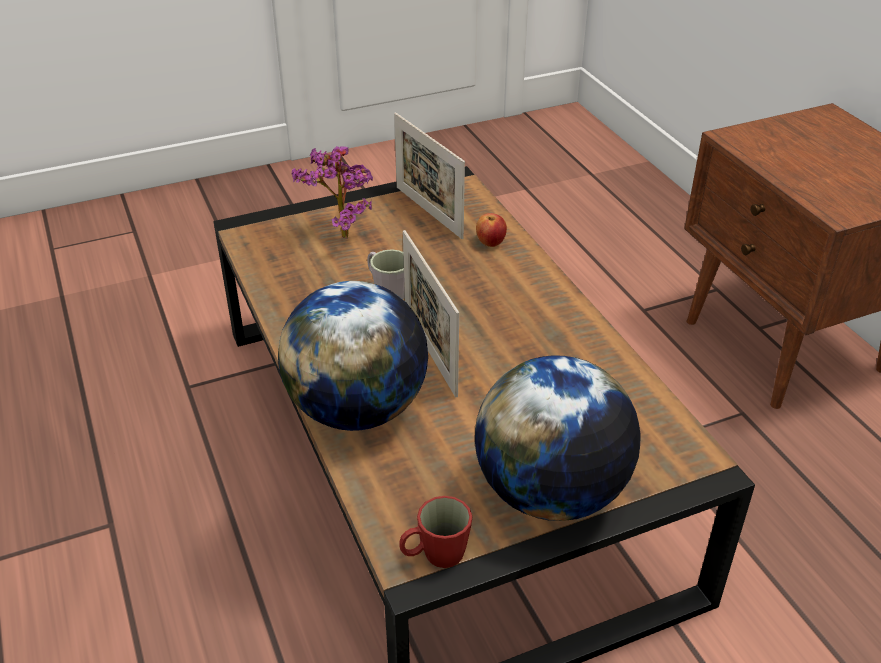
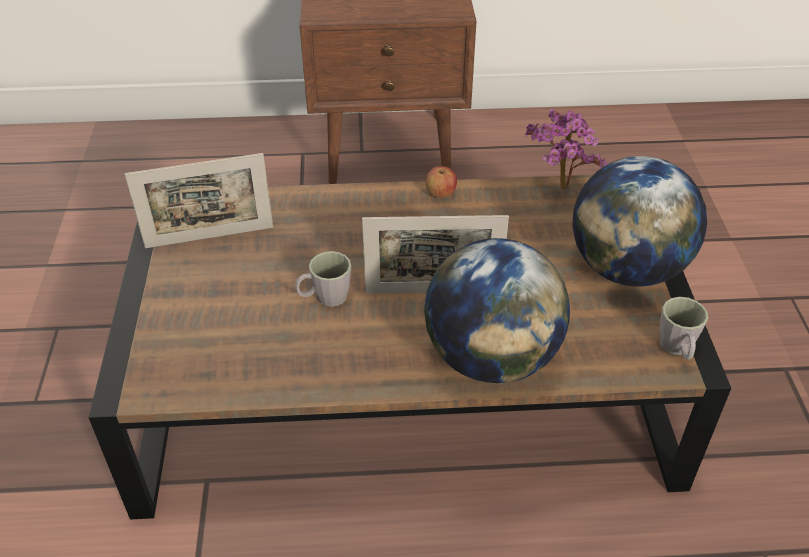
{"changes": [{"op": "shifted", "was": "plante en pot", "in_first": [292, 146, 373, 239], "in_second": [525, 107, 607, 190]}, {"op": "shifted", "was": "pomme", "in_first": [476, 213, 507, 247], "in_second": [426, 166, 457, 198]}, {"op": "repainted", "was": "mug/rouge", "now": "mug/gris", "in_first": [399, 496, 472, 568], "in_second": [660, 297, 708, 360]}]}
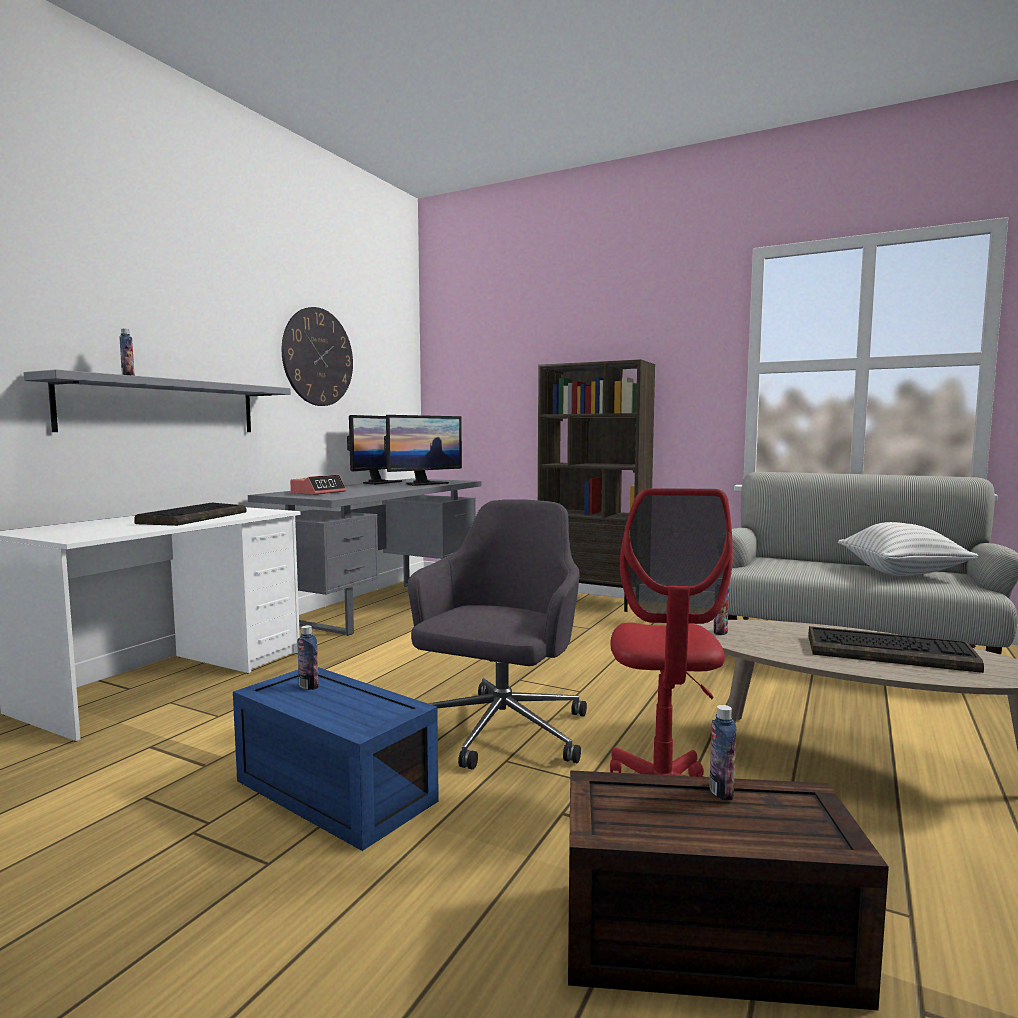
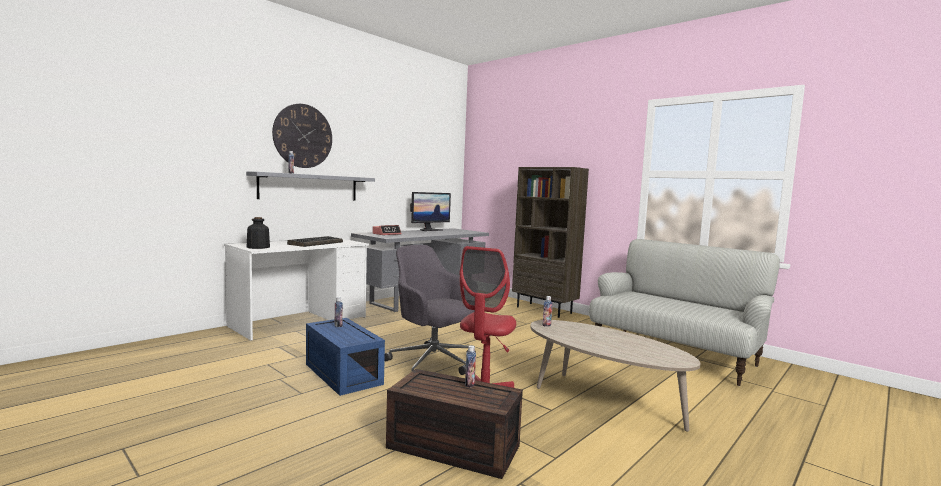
{"changes": [{"op": "shifted", "was": "horloge murale", "in_first": [282, 307, 353, 406], "in_second": [272, 104, 332, 168]}, {"op": "gone", "was": "écran d'ordinateur", "in_first": [384, 415, 462, 486]}, {"op": "rotated", "was": "chaise de bureau/gris", "in_first": [408, 499, 587, 770], "in_second": [384, 245, 476, 375], "clockwise": -90}, {"op": "gone", "was": "coussin/blanc", "in_first": [838, 522, 978, 576]}, {"op": "gone", "was": "clavier", "in_first": [808, 626, 984, 673]}, {"op": "new", "now": "bouteille", "in_second": [247, 217, 270, 249]}]}
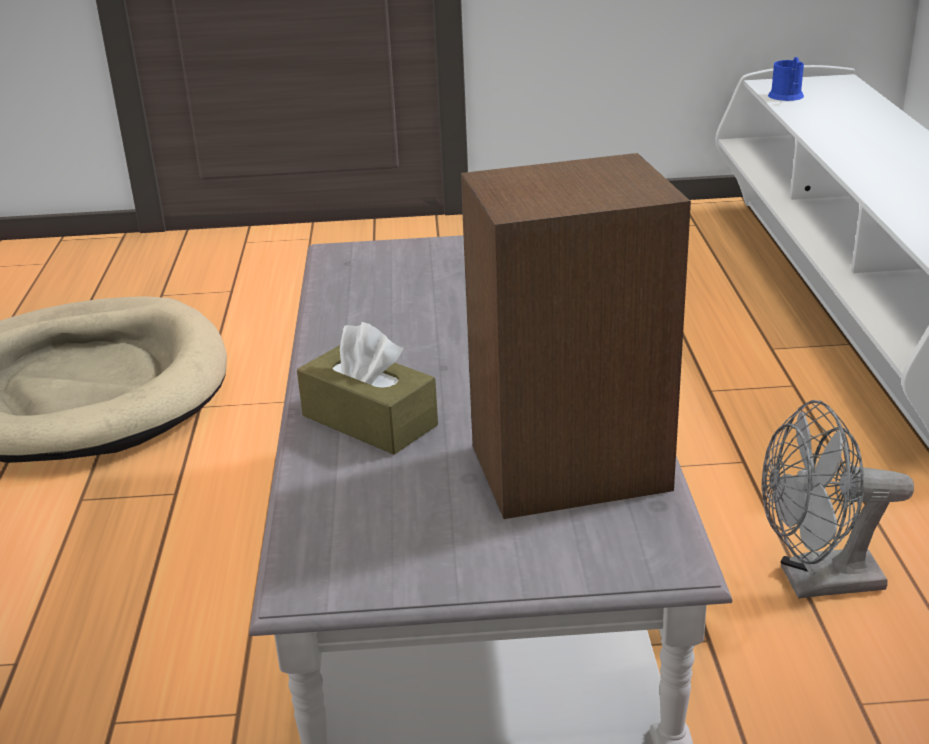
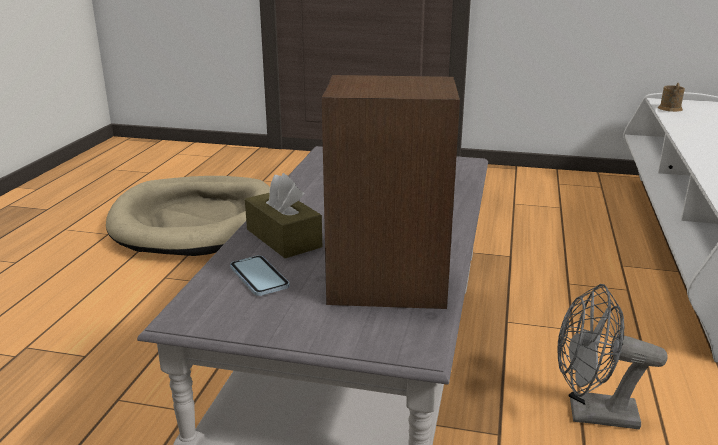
{"changes": [{"op": "repainted", "was": "mug/bleu", "now": "mug/marron", "in_first": [768, 57, 804, 101], "in_second": [658, 83, 685, 112]}, {"op": "new", "now": "téléphone", "in_second": [230, 255, 290, 296]}]}
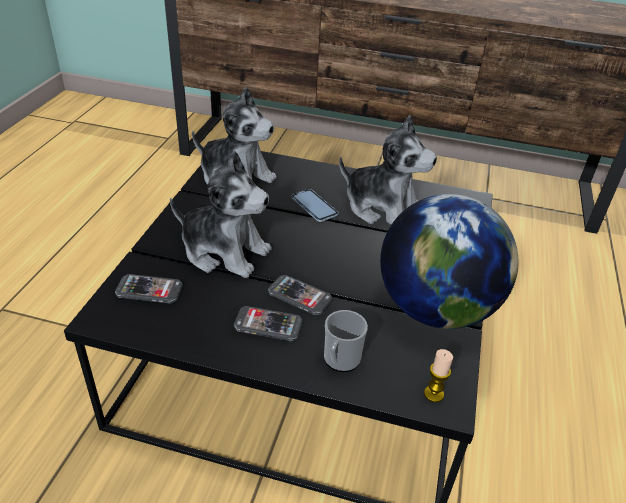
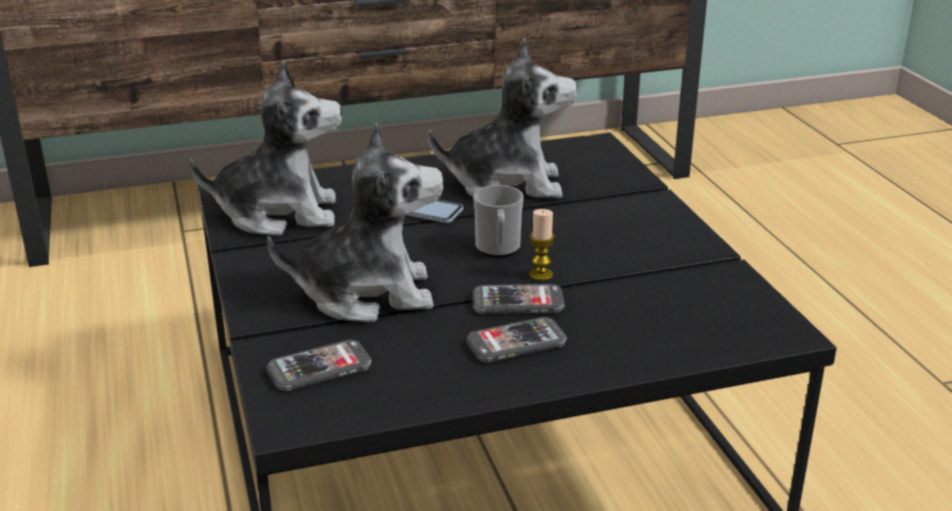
{"changes": [{"op": "gone", "was": "globe", "in_first": [380, 194, 518, 329]}, {"op": "shifted", "was": "mug", "in_first": [324, 310, 368, 372], "in_second": [473, 185, 524, 258]}, {"op": "shifted", "was": "bougie", "in_first": [424, 349, 453, 402], "in_second": [529, 209, 555, 281]}]}
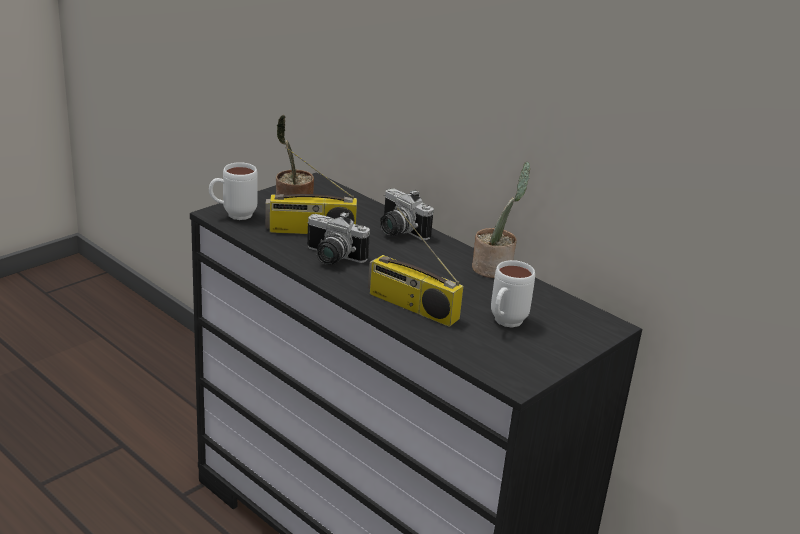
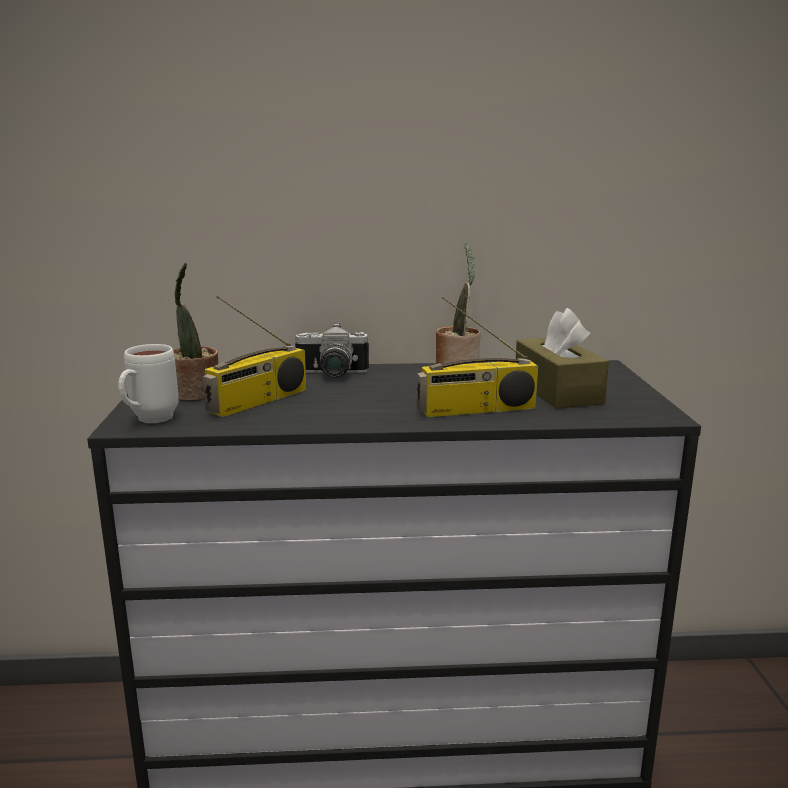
{"changes": [{"op": "gone", "was": "appareil photo", "in_first": [307, 212, 370, 265]}, {"op": "swapped", "was": "mug/blanc", "now": "boîte à mouchoirs/marron", "in_first": [491, 260, 535, 328], "in_second": [516, 308, 609, 409]}]}
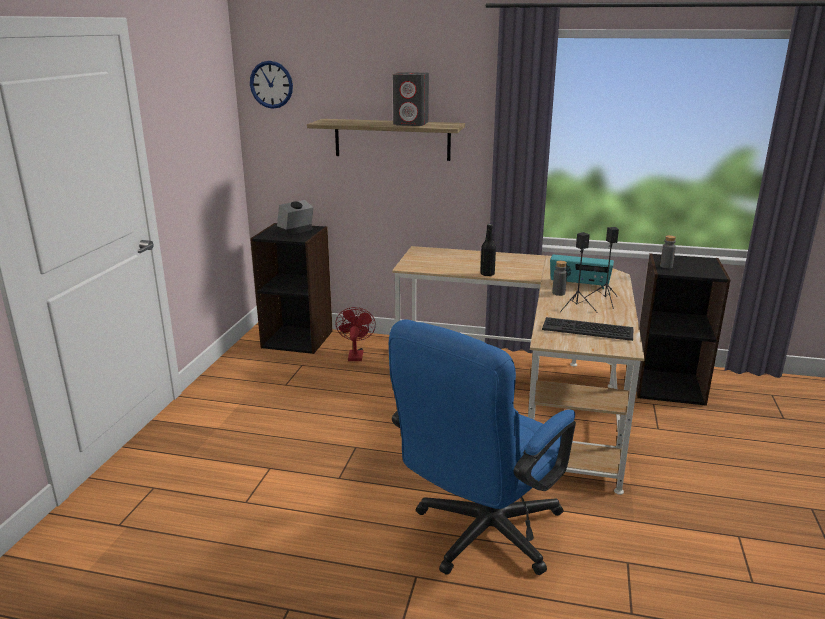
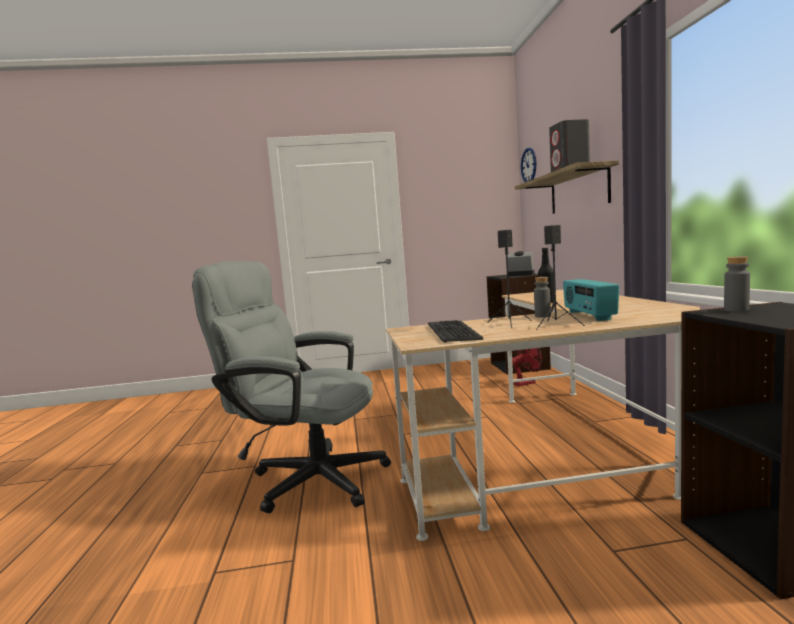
{"changes": [{"op": "repainted", "was": "chaise de bureau/bleu", "now": "chaise de bureau/gris", "in_first": [389, 319, 576, 575], "in_second": [192, 261, 391, 513]}]}
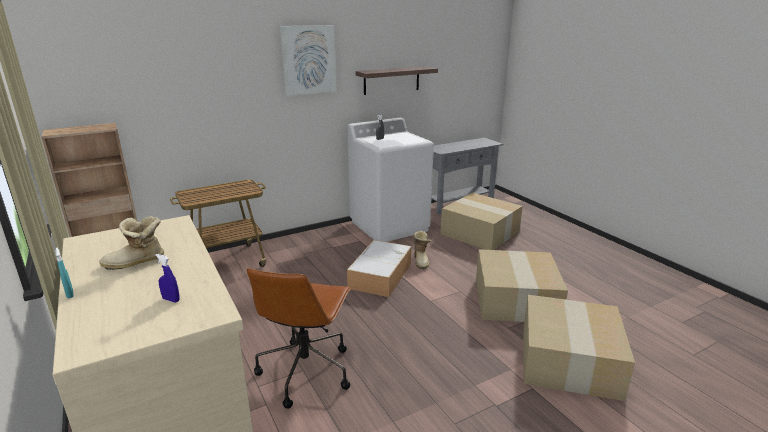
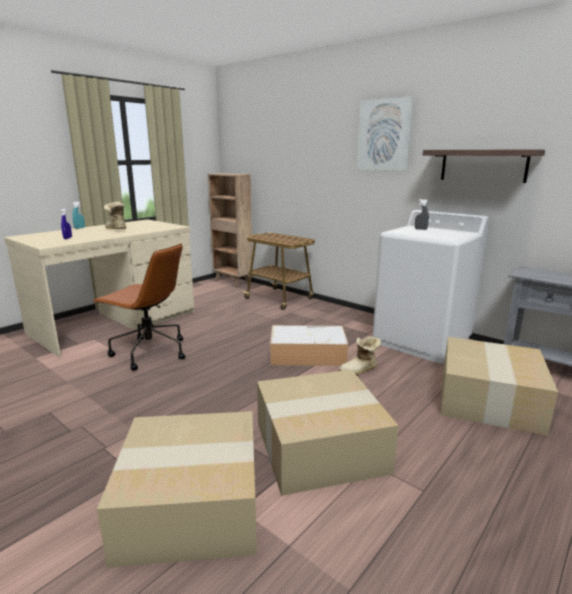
{"changes": [{"op": "rotated", "was": "chaise de bureau/marron", "in_first": [247, 268, 351, 409], "in_second": [92, 243, 185, 371], "clockwise": -150}]}
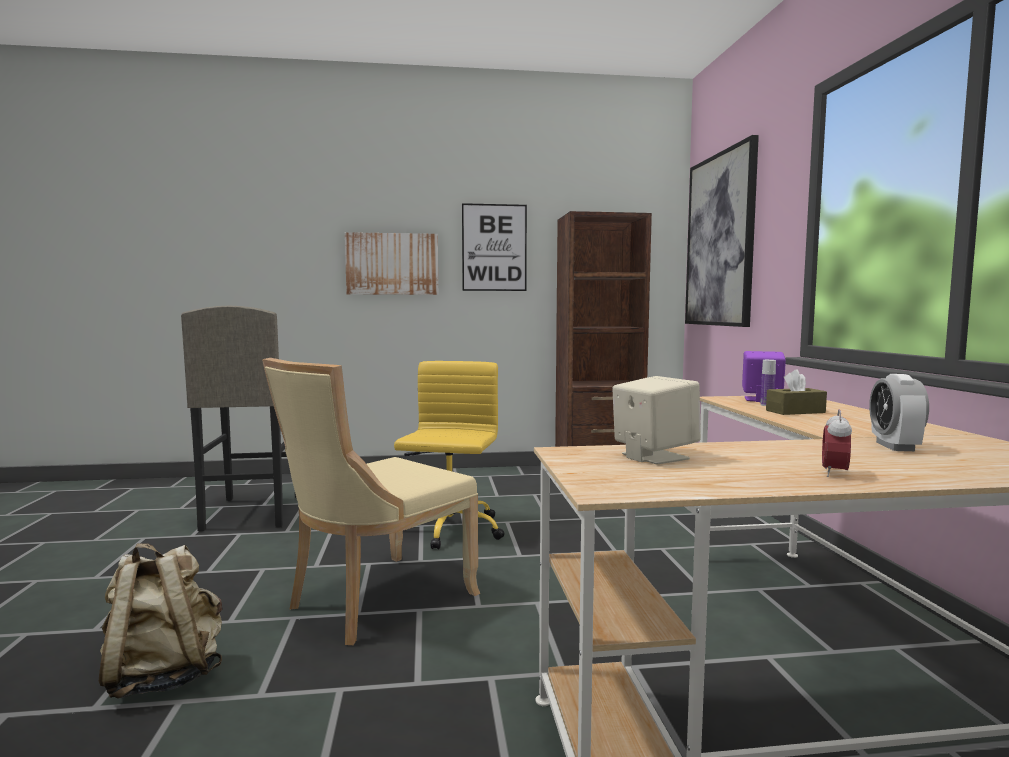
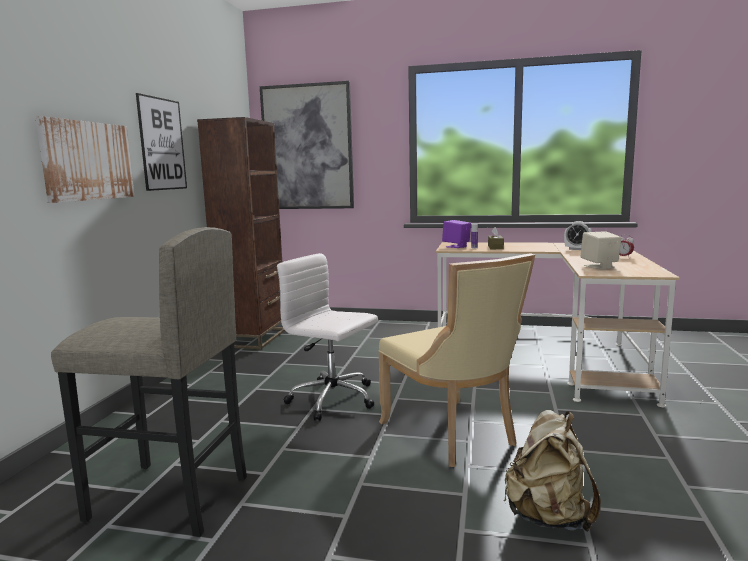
{"changes": [{"op": "repainted", "was": "chaise de bureau/jaune", "now": "chaise de bureau/blanc", "in_first": [394, 361, 504, 550], "in_second": [277, 253, 378, 421]}]}
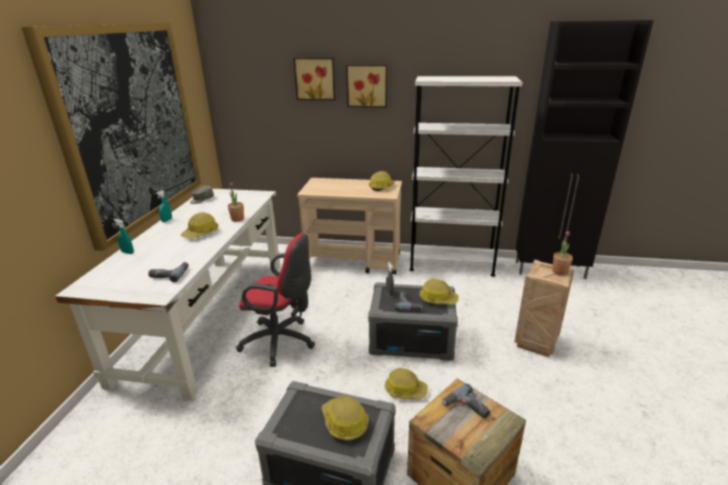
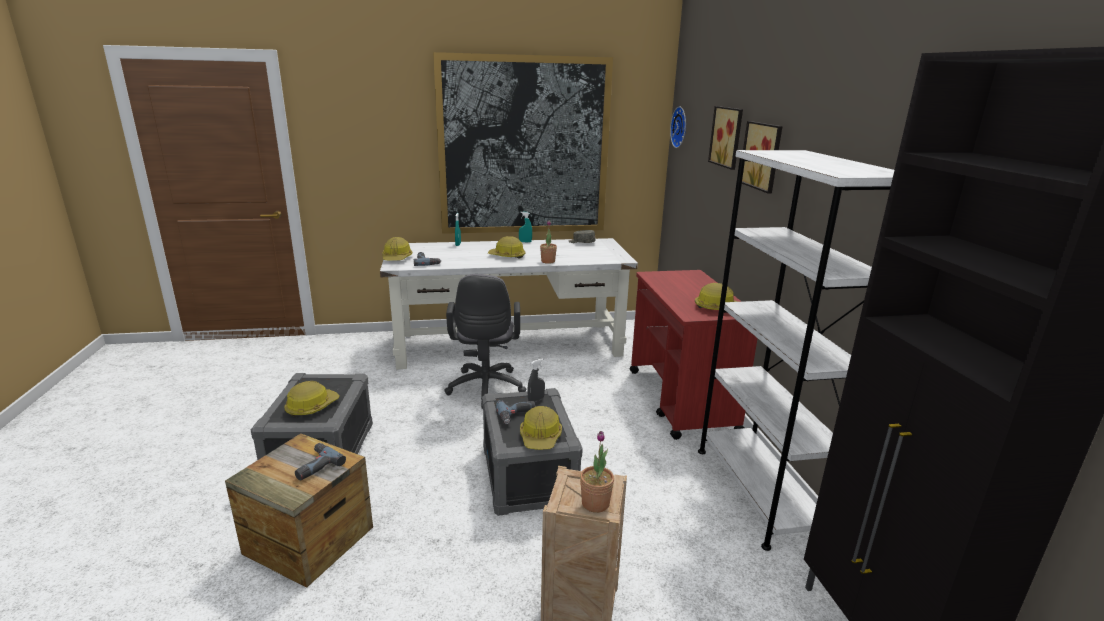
{"changes": [{"op": "repainted", "was": "chariot/beige", "now": "chariot/rouge", "in_first": [297, 178, 402, 275], "in_second": [630, 270, 758, 440]}, {"op": "repainted", "was": "chaise de bureau/rouge", "now": "chaise de bureau/gris", "in_first": [236, 233, 315, 367], "in_second": [444, 274, 526, 409]}, {"op": "shifted", "was": "casque de chantier", "in_first": [385, 368, 428, 399], "in_second": [382, 237, 413, 261]}, {"op": "new", "now": "horloge murale", "in_second": [670, 106, 686, 148]}]}
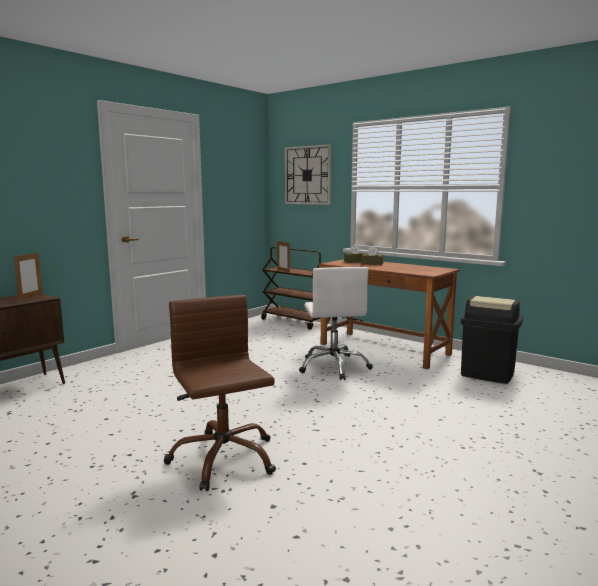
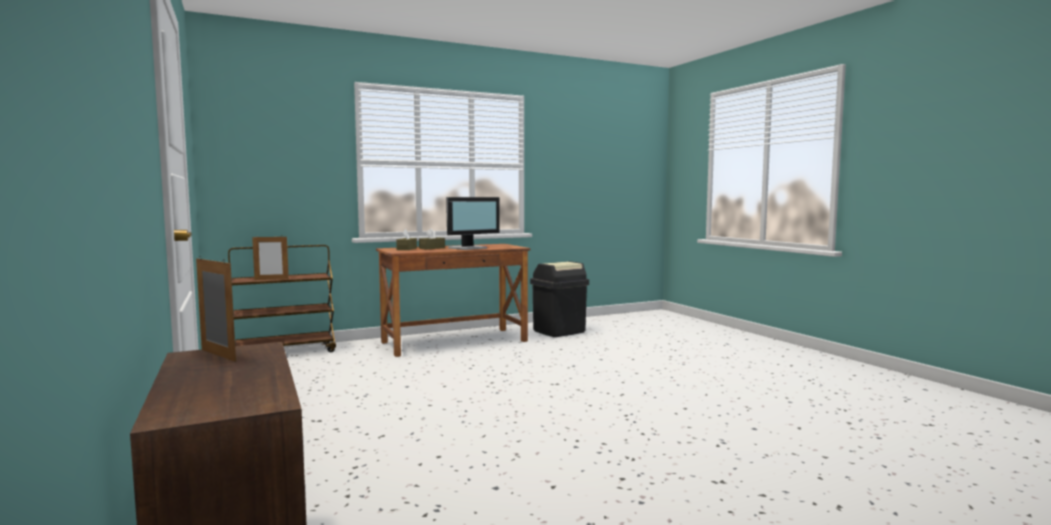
{"changes": [{"op": "gone", "was": "horloge murale", "in_first": [285, 144, 331, 205]}, {"op": "gone", "was": "chaise de bureau/blanc", "in_first": [299, 267, 373, 380]}, {"op": "gone", "was": "chaise de bureau/marron", "in_first": [164, 295, 276, 491]}, {"op": "new", "now": "écran d'ordinateur", "in_second": [446, 197, 500, 250]}]}
